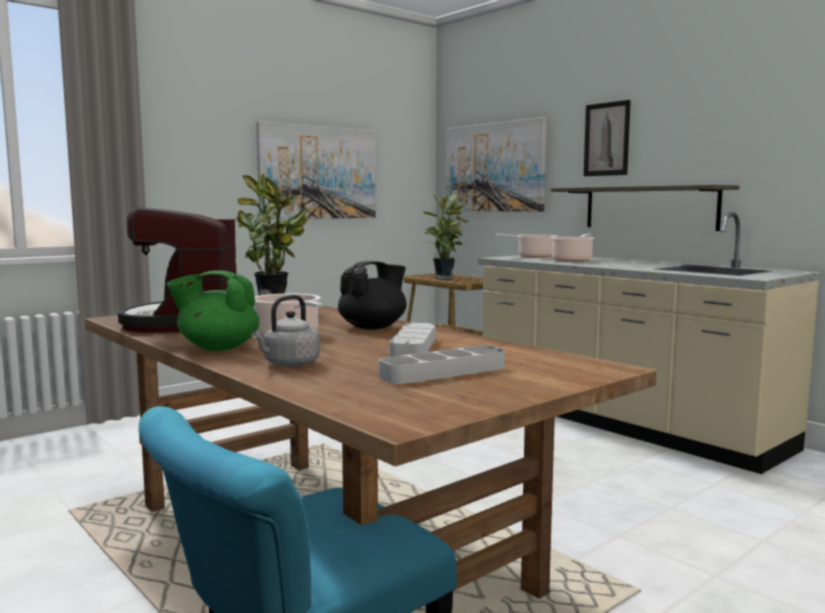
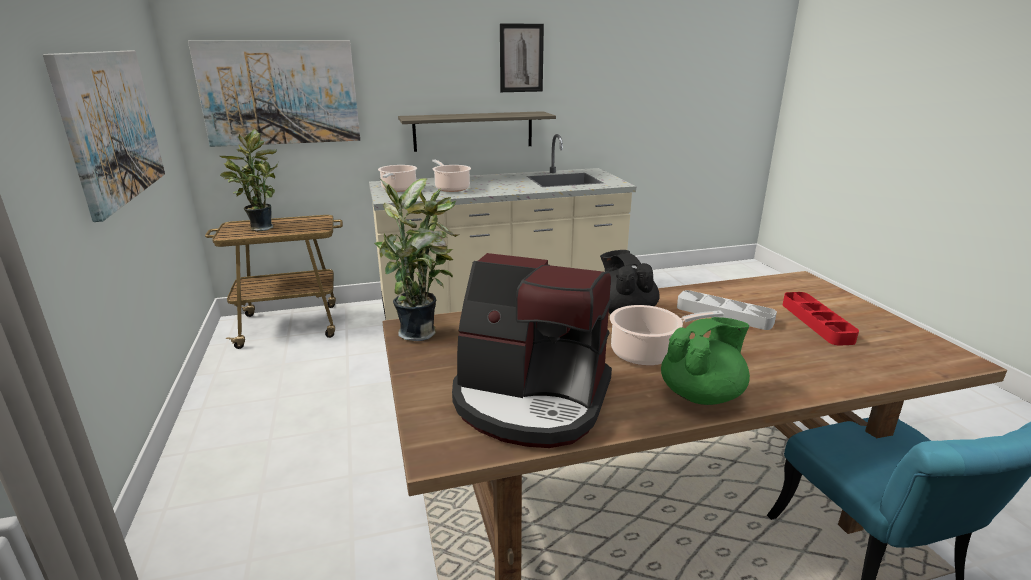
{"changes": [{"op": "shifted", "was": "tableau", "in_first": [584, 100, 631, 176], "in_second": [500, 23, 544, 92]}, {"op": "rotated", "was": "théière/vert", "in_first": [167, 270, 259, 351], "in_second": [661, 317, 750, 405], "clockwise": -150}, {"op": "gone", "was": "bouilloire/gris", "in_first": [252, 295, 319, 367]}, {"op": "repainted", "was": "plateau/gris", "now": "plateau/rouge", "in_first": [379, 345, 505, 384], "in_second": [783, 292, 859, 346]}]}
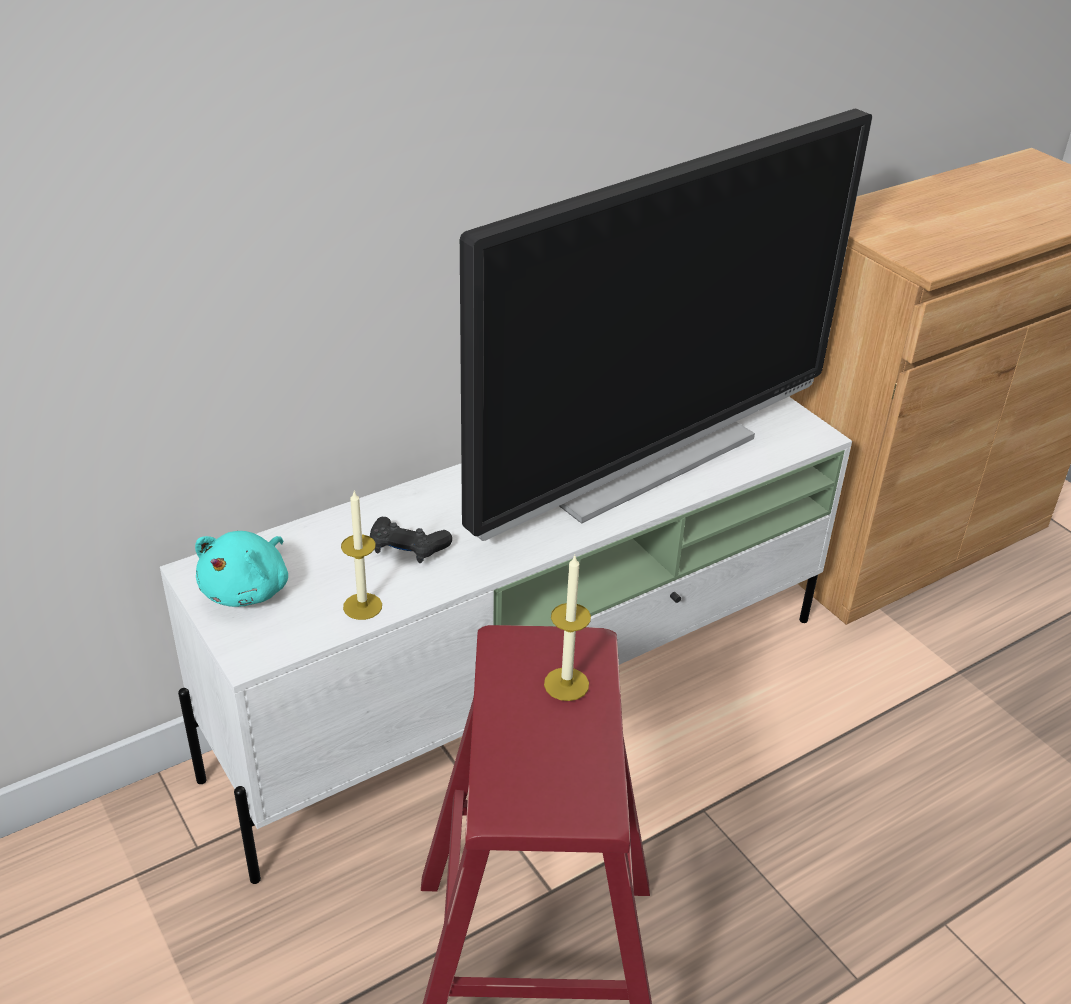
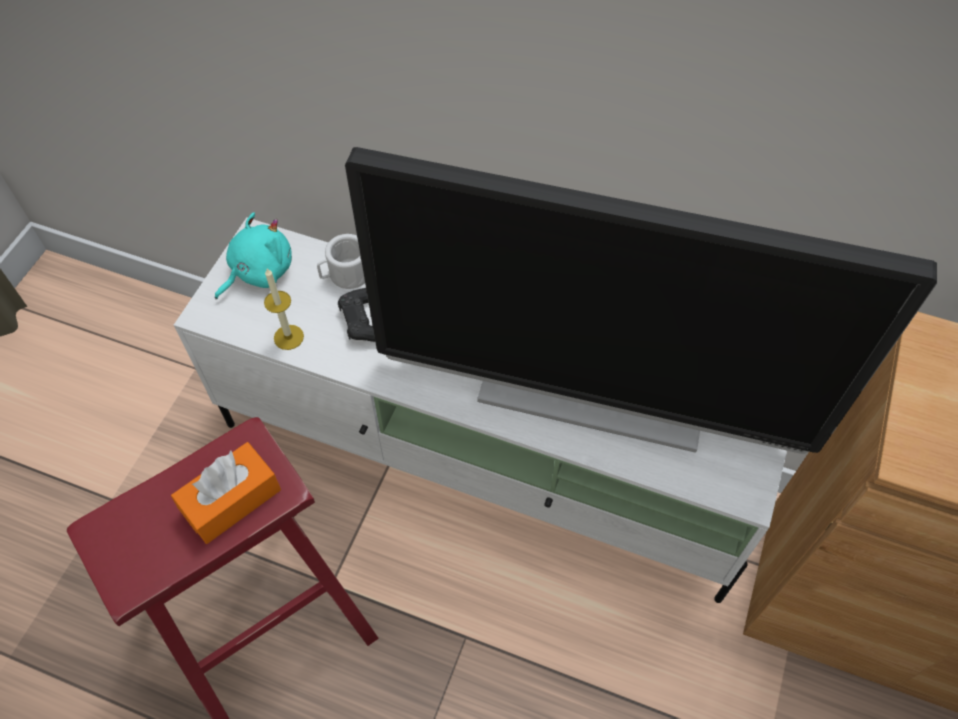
{"changes": [{"op": "rotated", "was": "peluche/turquoise", "in_first": [195, 531, 288, 607], "in_second": [215, 213, 292, 299], "clockwise": 150}, {"op": "swapped", "was": "bougie", "now": "boîte à mouchoirs/orange", "in_first": [544, 556, 591, 701], "in_second": [171, 442, 281, 544]}, {"op": "new", "now": "mug/blanc", "in_second": [317, 234, 365, 289]}]}
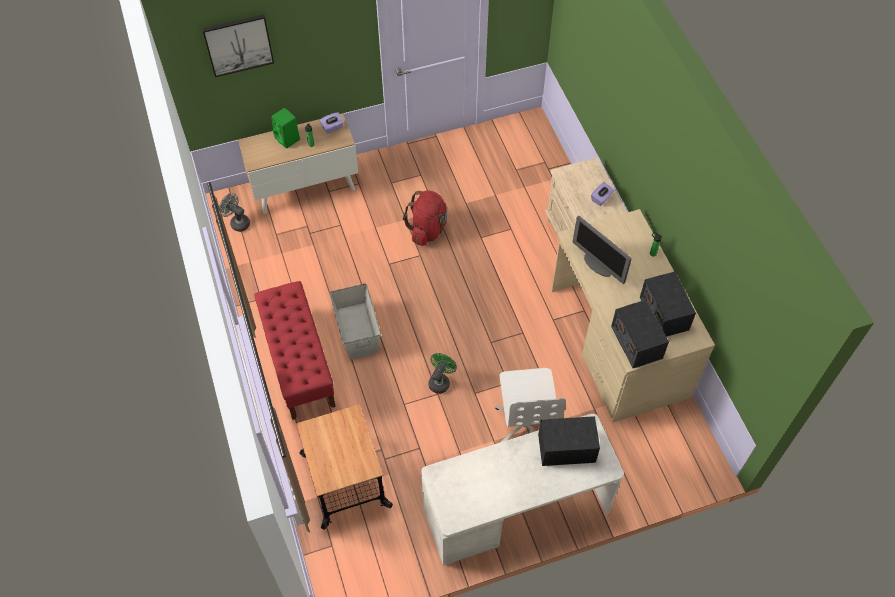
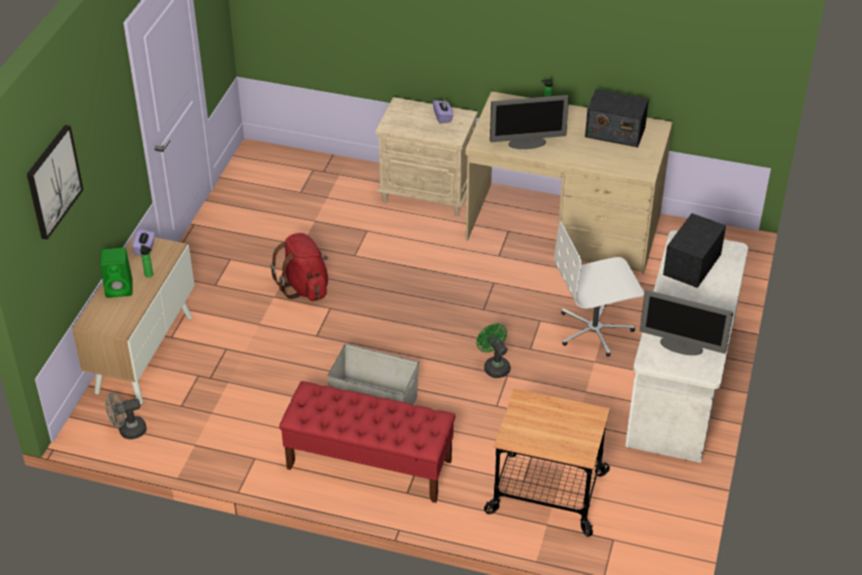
{"changes": [{"op": "gone", "was": "radio", "in_first": [611, 300, 669, 368]}, {"op": "rotated", "was": "chaise de bureau/blanc", "in_first": [495, 368, 566, 442], "in_second": [554, 221, 644, 357], "clockwise": 135}, {"op": "new", "now": "écran d'ordinateur", "in_second": [640, 290, 733, 355]}]}
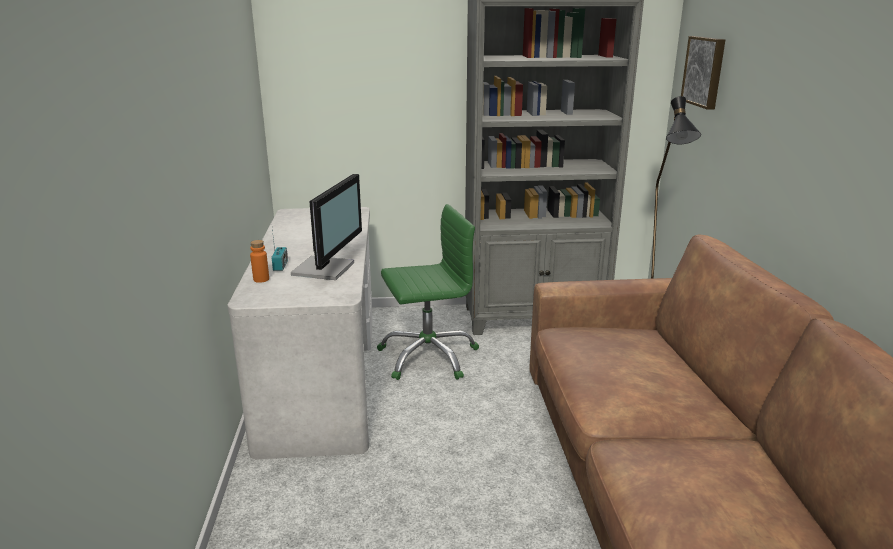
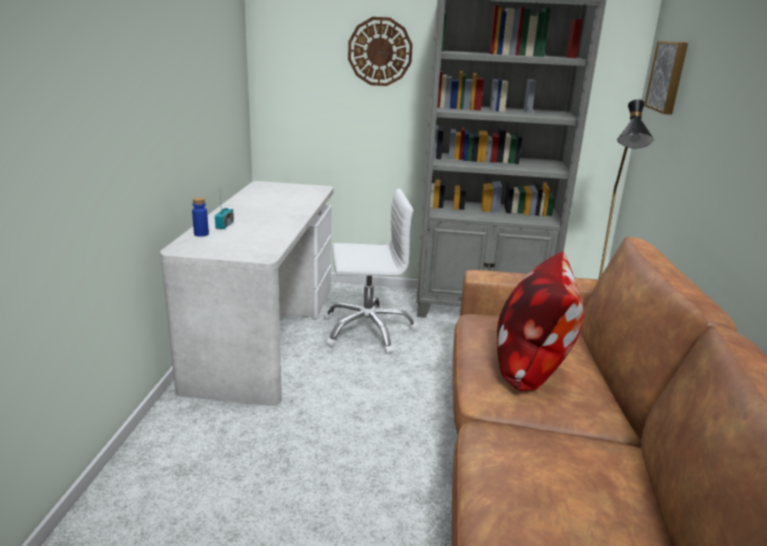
{"changes": [{"op": "gone", "was": "écran d'ordinateur", "in_first": [291, 174, 362, 280]}, {"op": "repainted", "was": "chaise de bureau/vert", "now": "chaise de bureau/blanc", "in_first": [377, 204, 479, 380], "in_second": [324, 189, 418, 354]}, {"op": "repainted", "was": "bouteille/orange", "now": "bouteille/bleu", "in_first": [250, 240, 269, 283], "in_second": [192, 197, 209, 237]}, {"op": "new", "now": "horloge murale", "in_second": [348, 17, 413, 86]}, {"op": "new", "now": "coussin", "in_second": [497, 251, 584, 391]}]}
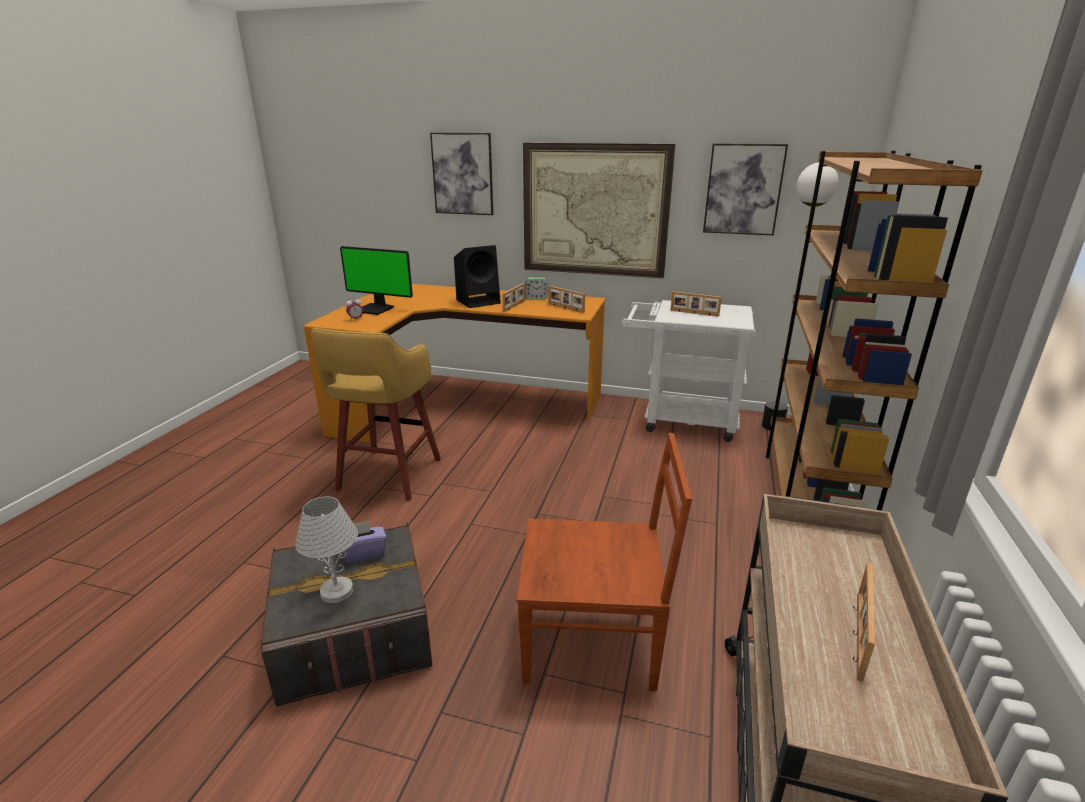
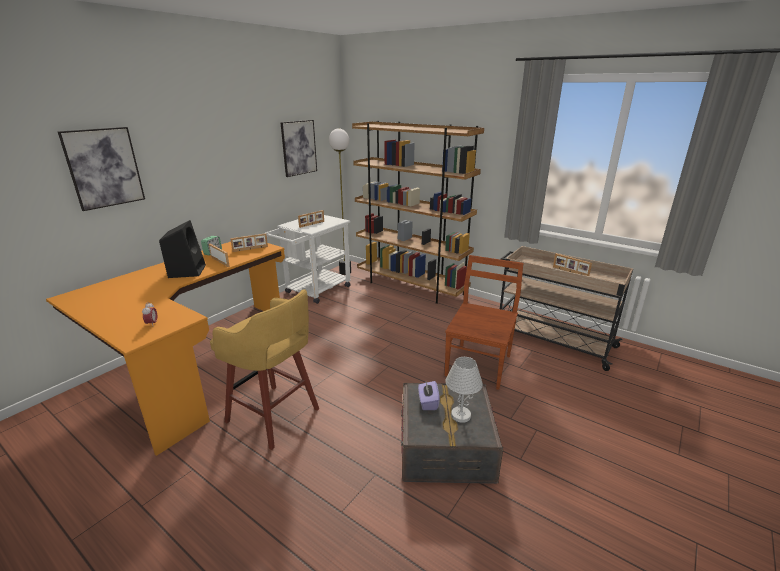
{"changes": [{"op": "gone", "was": "tableau", "in_first": [523, 143, 675, 278]}, {"op": "gone", "was": "écran d'ordinateur", "in_first": [340, 246, 413, 315]}]}
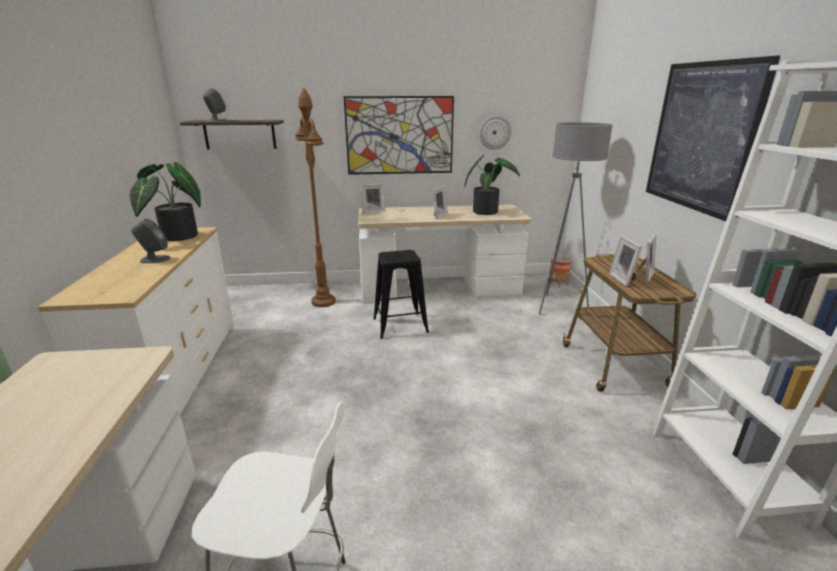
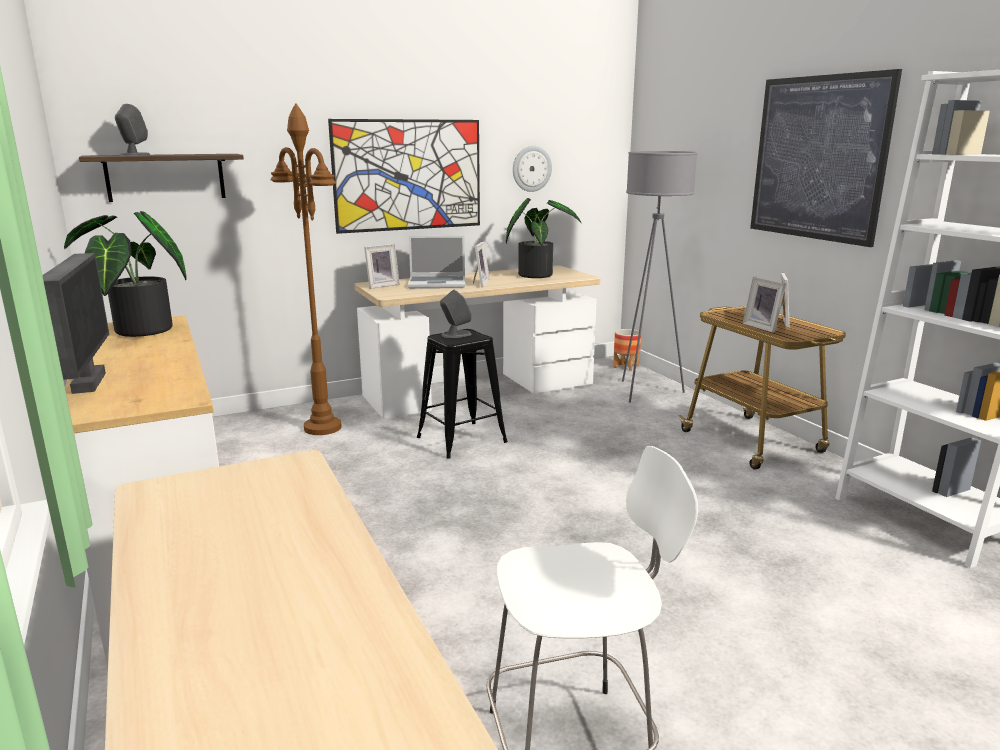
{"changes": [{"op": "shifted", "was": "enceinte/gris", "in_first": [131, 219, 171, 263], "in_second": [440, 289, 471, 338]}, {"op": "new", "now": "ordinateur portable", "in_second": [407, 236, 465, 289]}, {"op": "new", "now": "écran d'ordinateur", "in_second": [42, 253, 109, 394]}]}
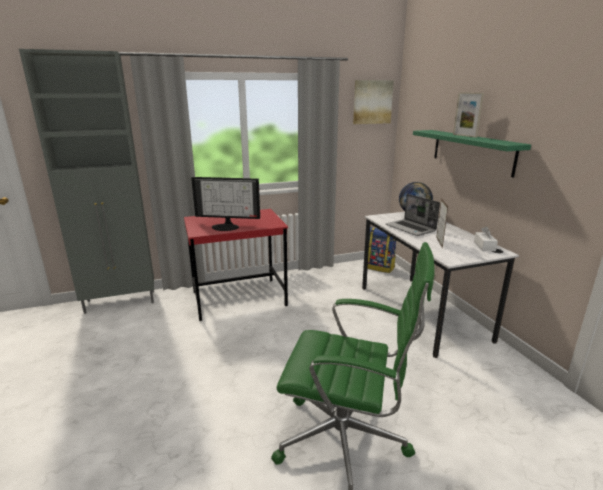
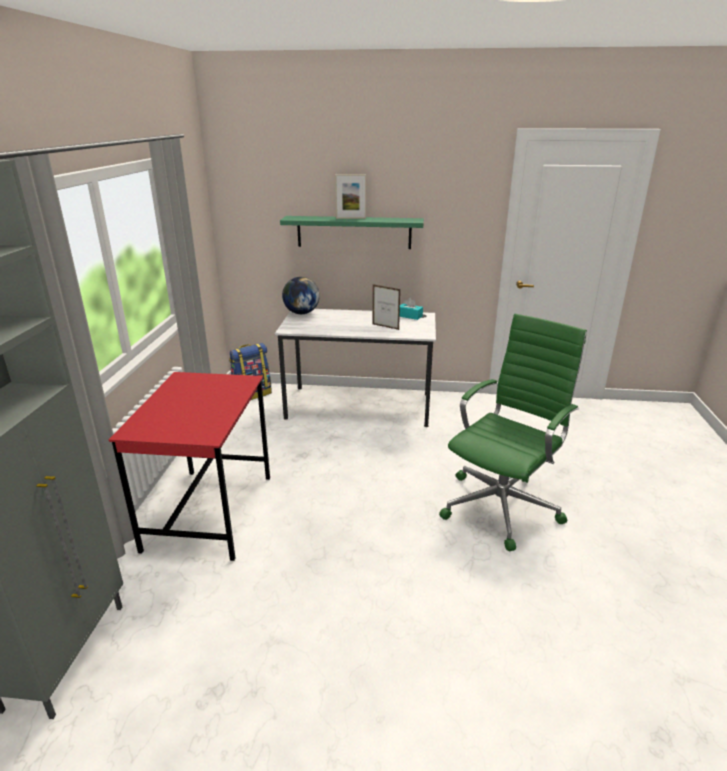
{"changes": [{"op": "gone", "was": "tableau", "in_first": [353, 80, 394, 124]}, {"op": "gone", "was": "écran d'ordinateur", "in_first": [191, 177, 260, 231]}, {"op": "gone", "was": "ordinateur portable", "in_first": [386, 194, 440, 236]}, {"op": "repainted", "was": "boîte à mouchoirs/blanc", "now": "boîte à mouchoirs/turquoise", "in_first": [474, 226, 498, 251], "in_second": [400, 298, 423, 320]}]}
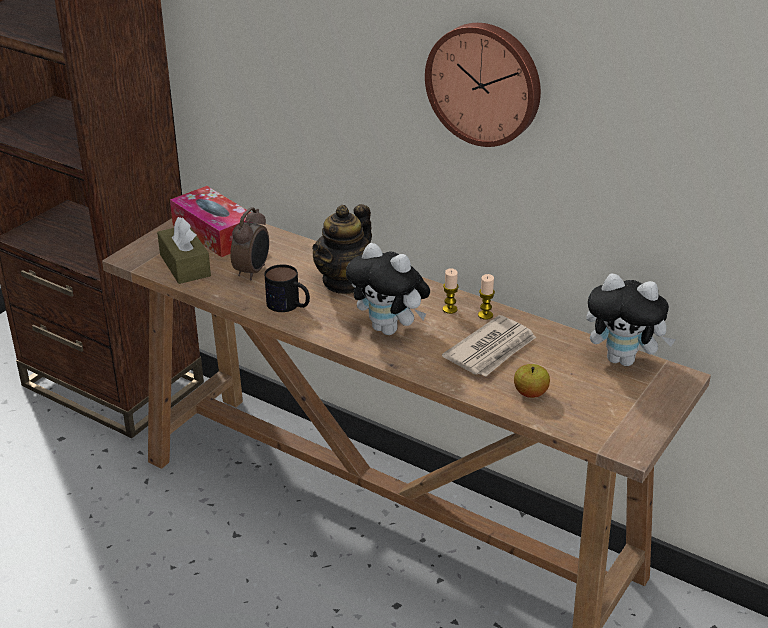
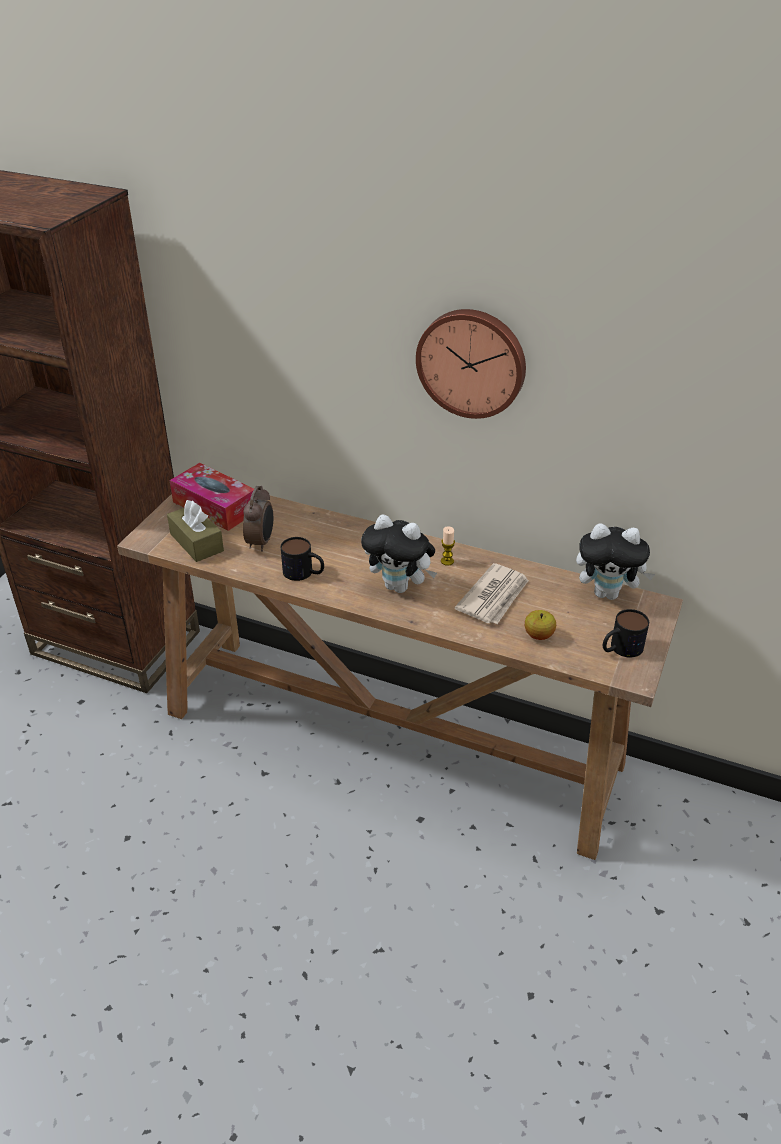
{"changes": [{"op": "gone", "was": "théière", "in_first": [312, 204, 372, 294]}, {"op": "gone", "was": "bougie", "in_first": [478, 274, 495, 320]}, {"op": "new", "now": "mug", "in_second": [603, 609, 649, 657]}]}
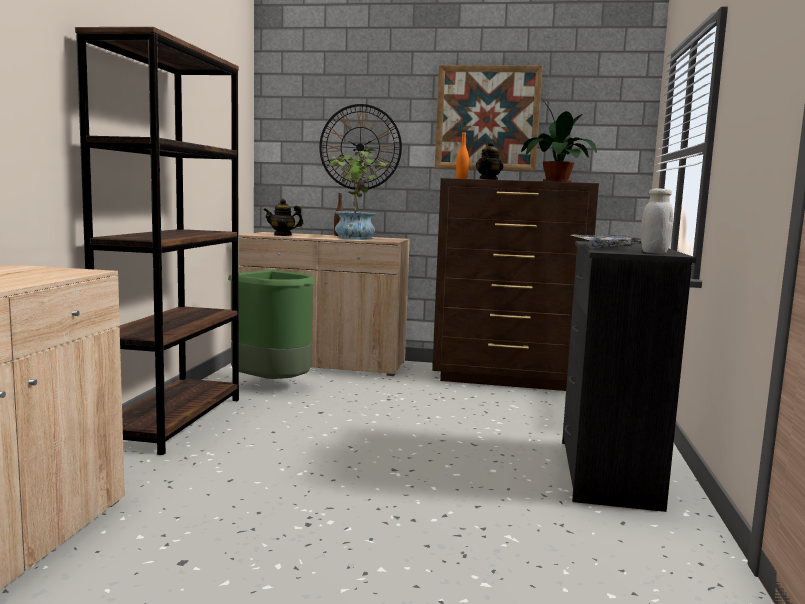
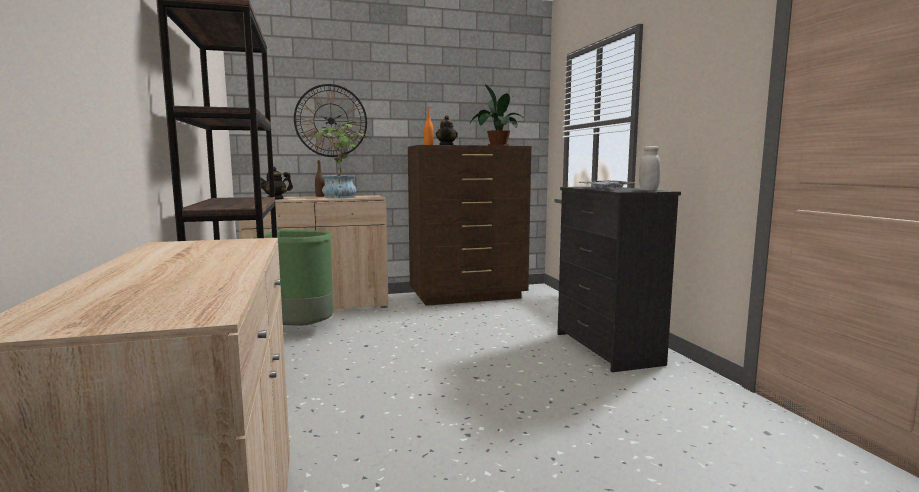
{"changes": [{"op": "gone", "was": "tableau", "in_first": [435, 65, 543, 171]}]}
